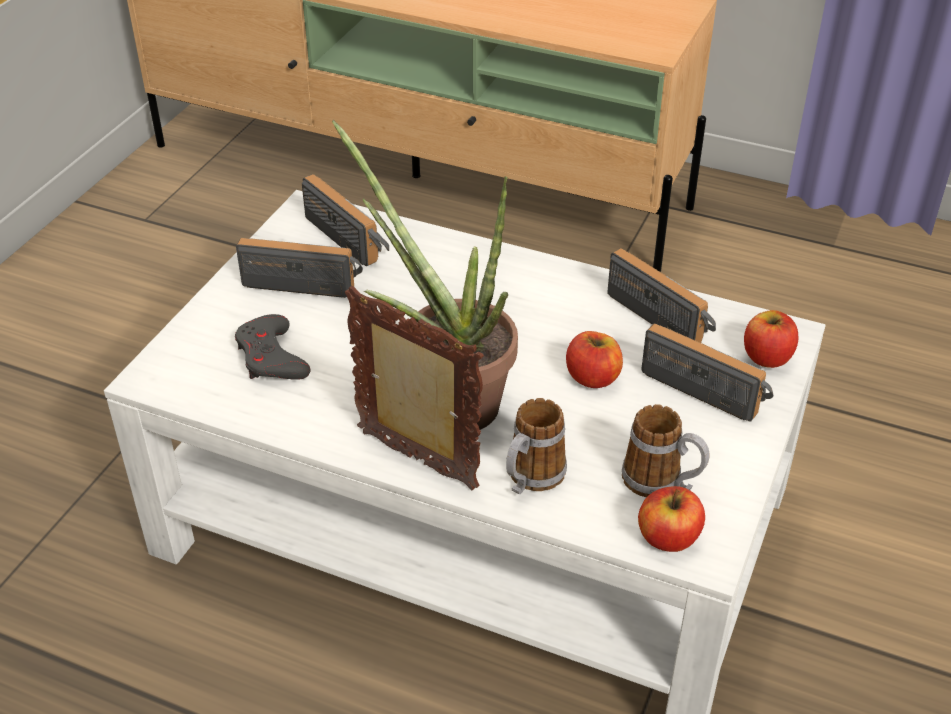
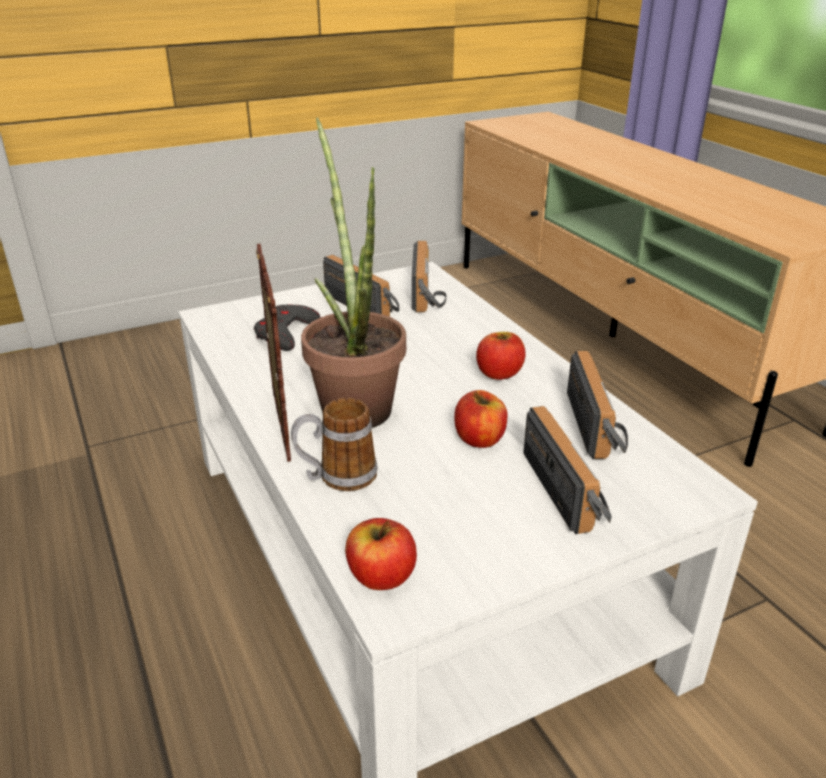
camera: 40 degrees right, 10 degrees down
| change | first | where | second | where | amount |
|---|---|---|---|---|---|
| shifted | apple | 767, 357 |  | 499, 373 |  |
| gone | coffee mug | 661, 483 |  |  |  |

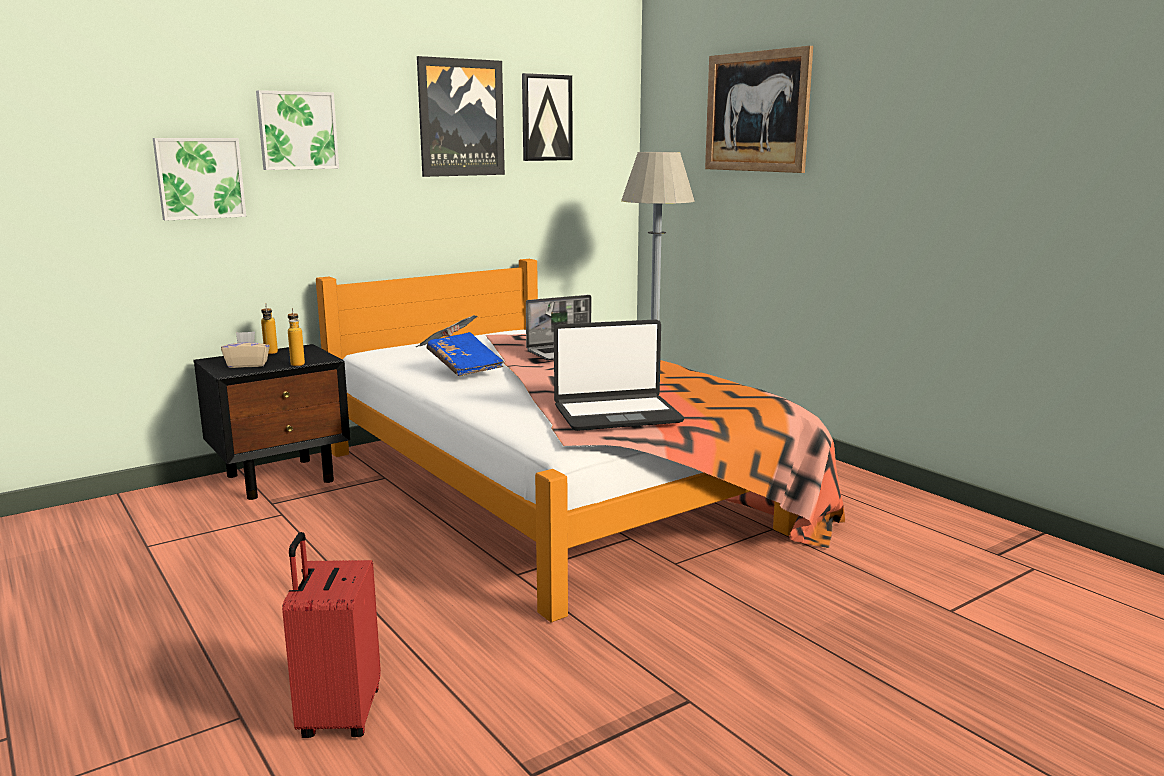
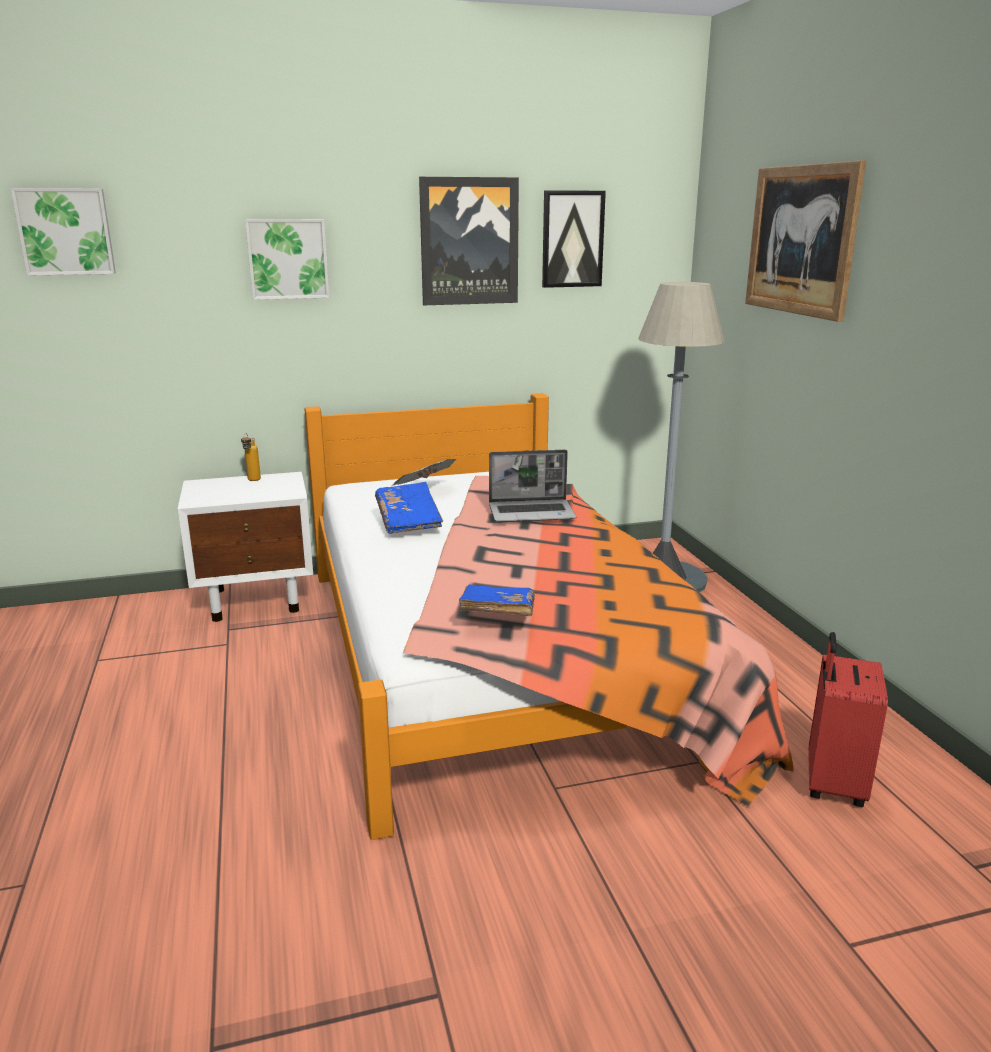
camera: 20 degrees right, 5 degrees up
| change | first | where | second | where | amount |
|---|---|---|---|---|---|
| shifted | wall art | 199, 178 |  | 65, 231 |  |
| repainted | bedside table/black-coloured | 281, 478 | bedside table/white-coloured | 257, 600 |  |
| swapped | portable computer | 617, 414 | book/bluish | 497, 615 |  |
| shifted | suitcase/red | 338, 715 |  | 832, 784 |  |
| gone | tissue box/sand-coloured | 247, 365 |  |  |  |
| gone | drink bottle | 297, 363 |  |  |  |

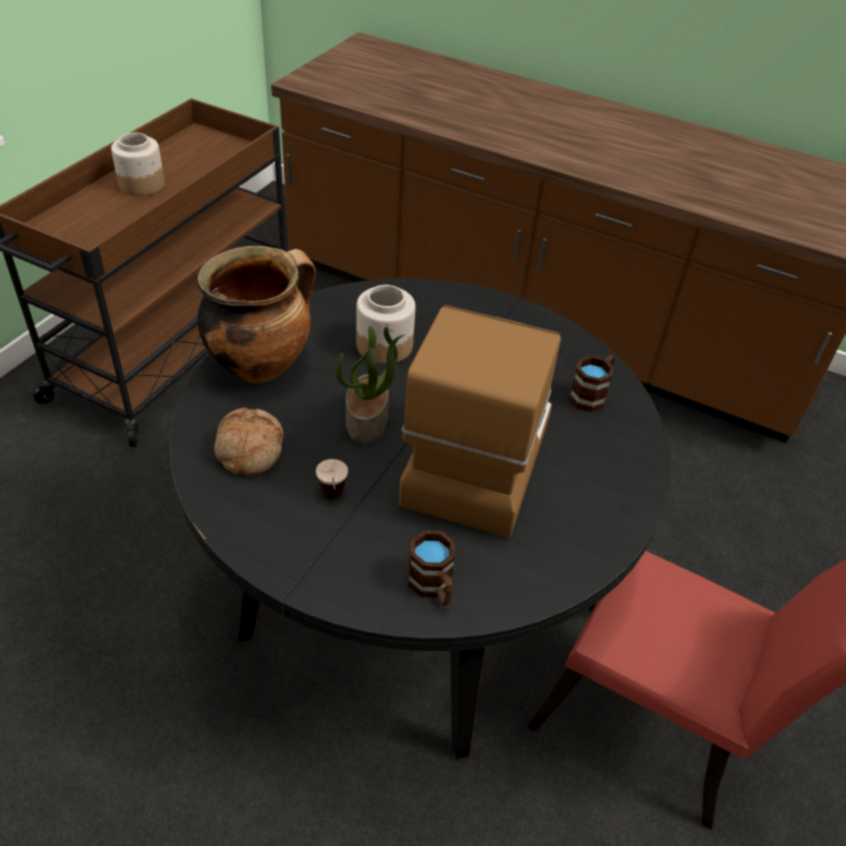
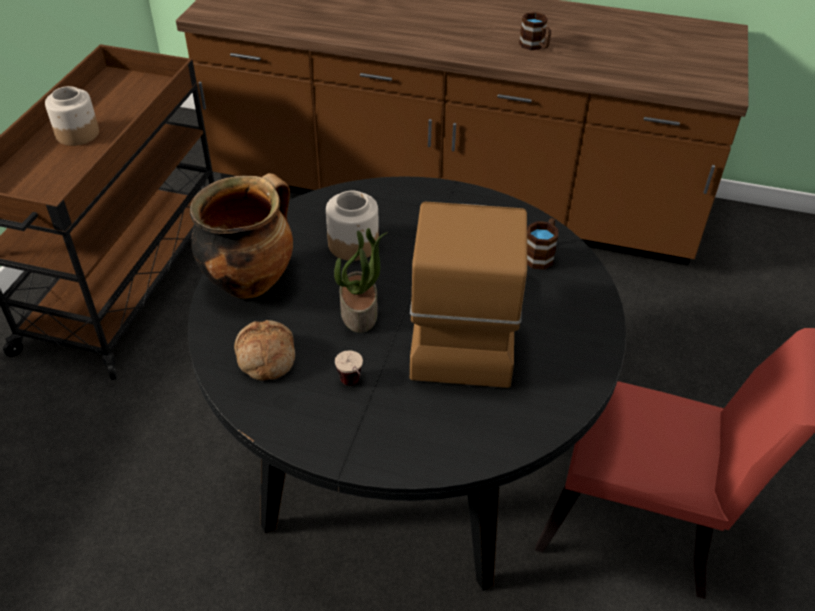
camera: 10 degrees left, 0 degrees up
| change | first | where | second | where | amount |
|---|---|---|---|---|---|
| shifted | coffee mug/brown | 433, 587 |  | 535, 46 |  |

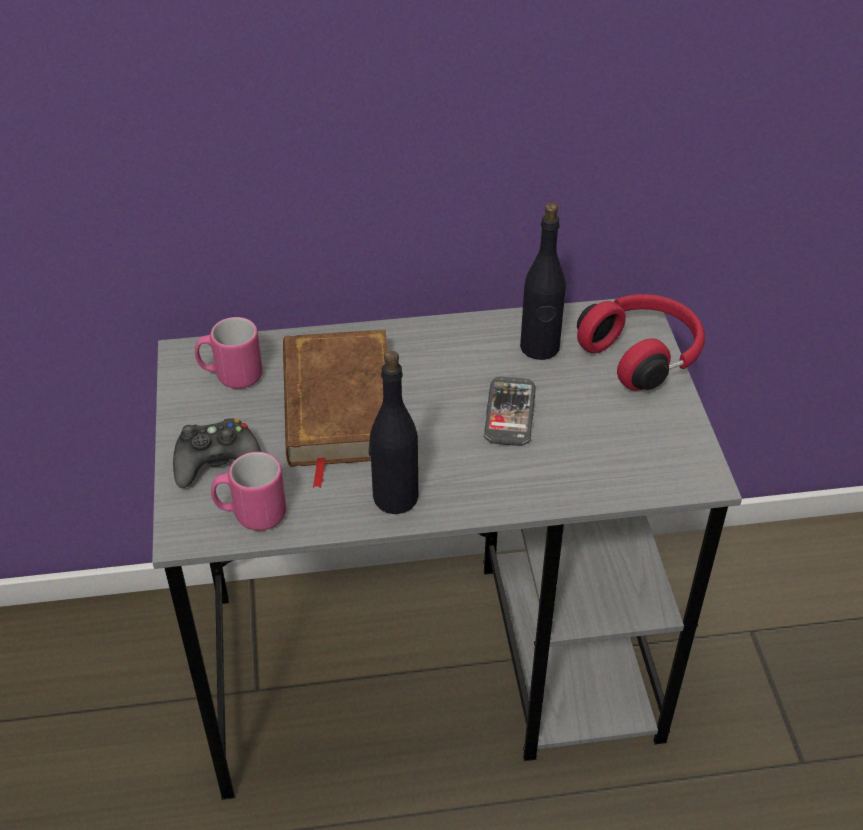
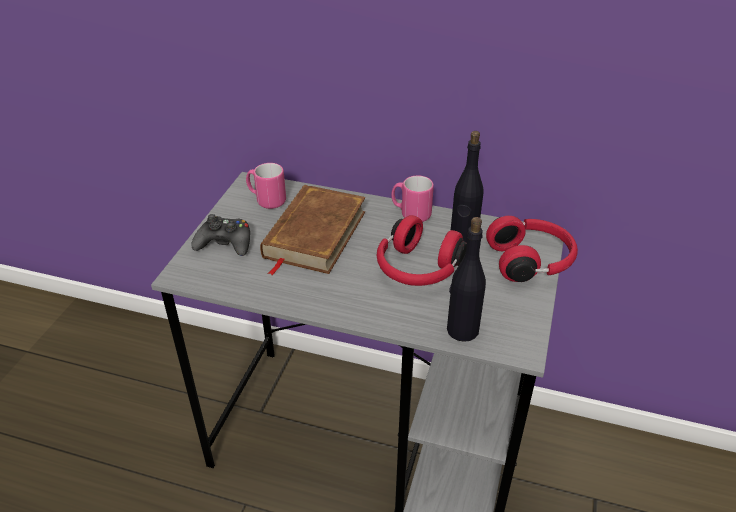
camera: 25 degrees right, 5 degrees down
| change | first | where | second | where | amount |
|---|---|---|---|---|---|
| swapped | phone | 510, 413 | headset/red | 417, 269 |  |
| shifted | coffee mug/pink | 251, 514 |  | 410, 214 |  |
| shifted | drink bottle/black-coloured | 395, 497 |  | 462, 330 |  |

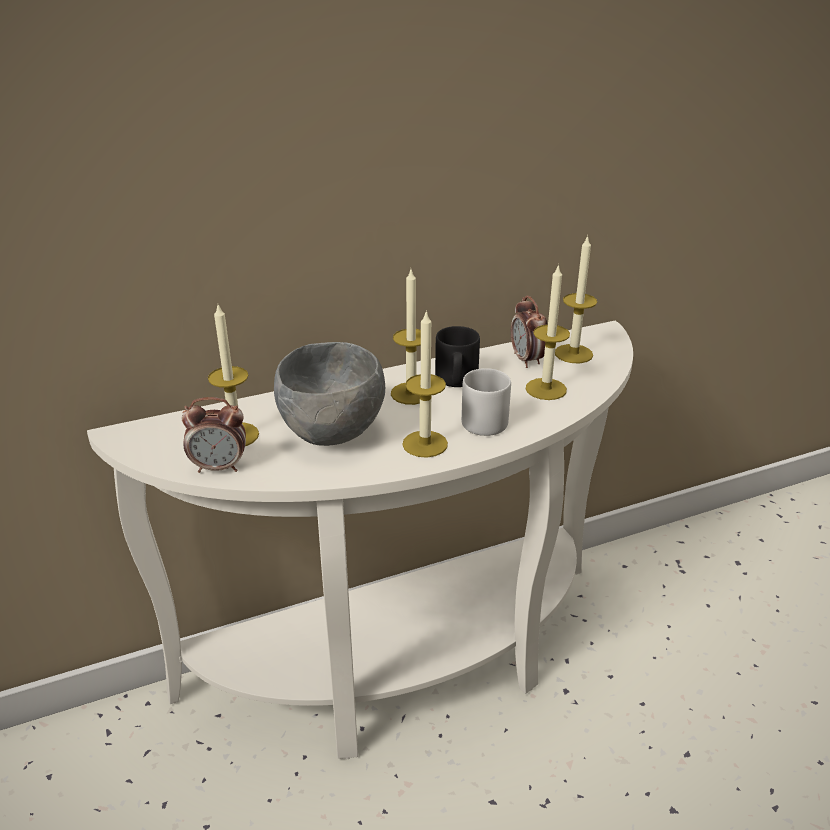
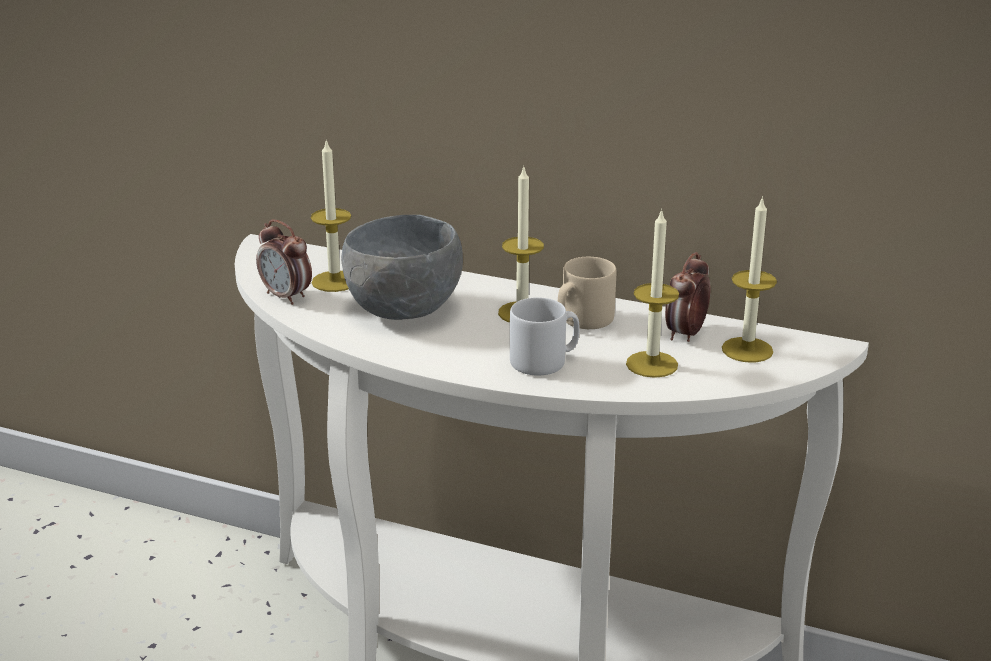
camera: 45 degrees right, 5 degrees down
| change | first | where | second | where | amount |
|---|---|---|---|---|---|
| repainted | coffee mug/black-coloured | 456, 380 | coffee mug/sand-coloured | 582, 320 |  |
| gone | candle | 425, 444 |  |  |  |

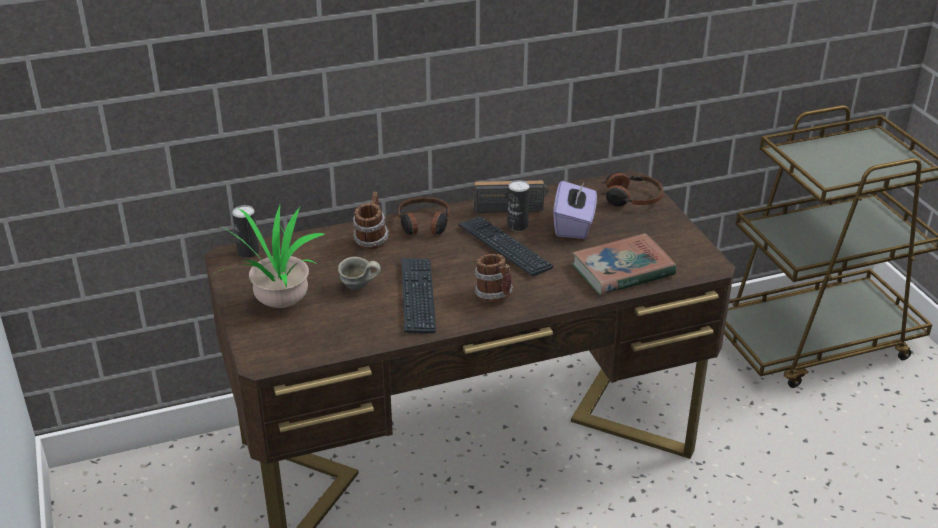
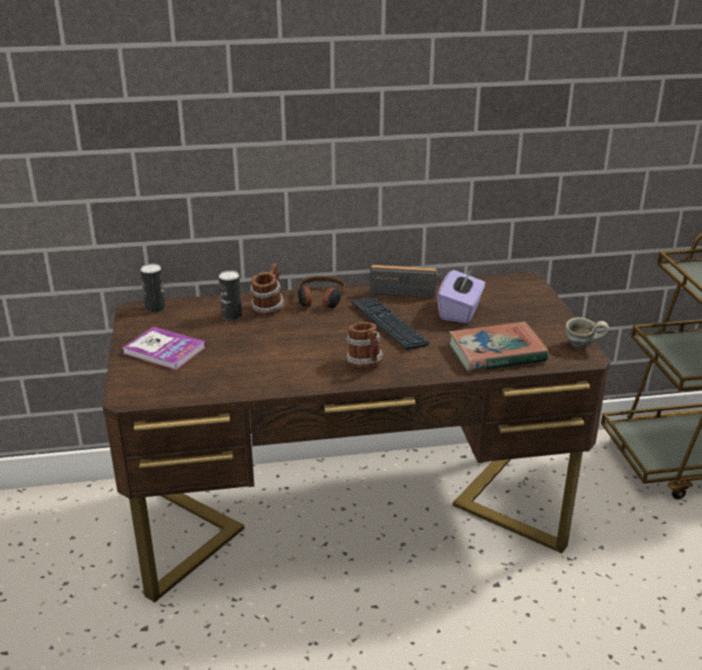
camera: 10 degrees right, 5 degrees down
| change | first | where | second | where | amount |
|---|---|---|---|---|---|
| swapped | plant in a pot | 278, 302 | book | 164, 350 |  |
| shifted | metal can | 517, 226 |  | 231, 316 |  |
| shifted | coffee mug/gray | 358, 288 |  | 581, 347 |  |
| gone | keyboard | 417, 296 |  |  |  |
| gone | headset | 630, 198 |  |  |  |

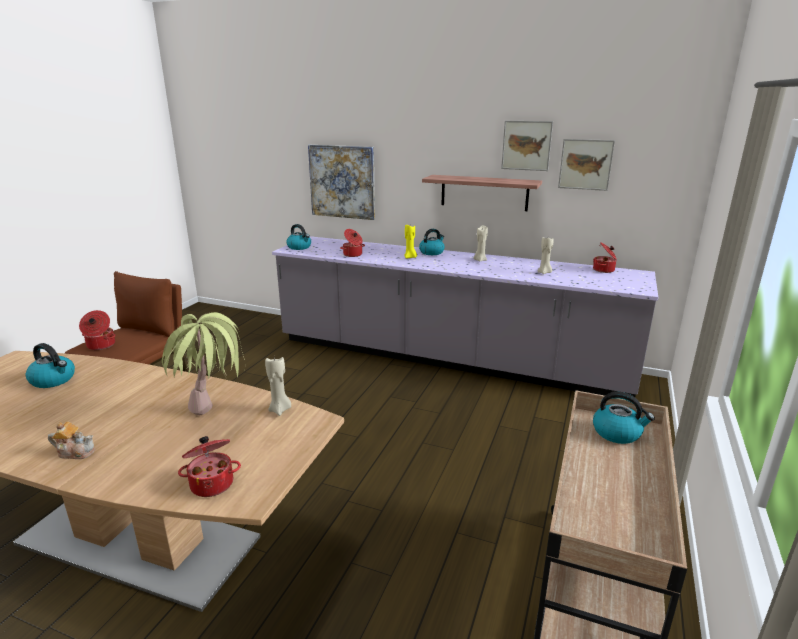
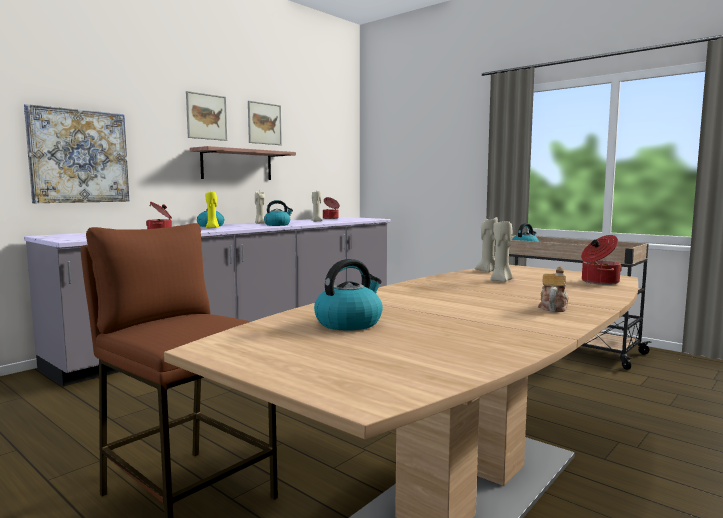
camera: 70 degrees left, 15 degrees down
| change | first | where | second | where | amount |
|---|---|---|---|---|---|
| shifted | wall art | 585, 164 |  | 206, 116 |  |
| shifted | kettle | 299, 247 |  | 278, 225 |  |
| swapped | plant in a pot | 215, 421 | candle/sand-coloured | 501, 281 |  |
| gone | stockpot | 100, 345 |  |  |  |

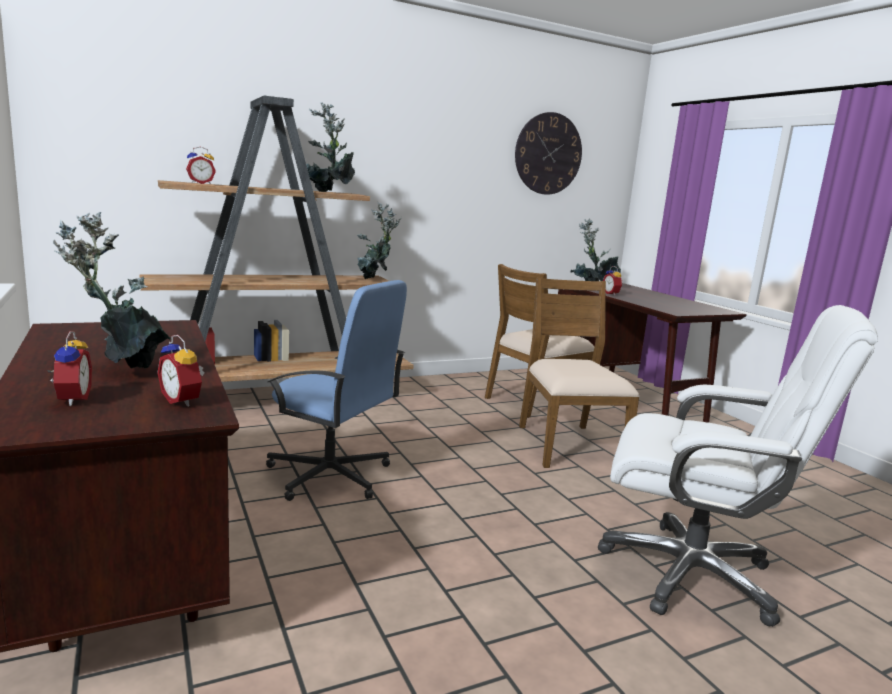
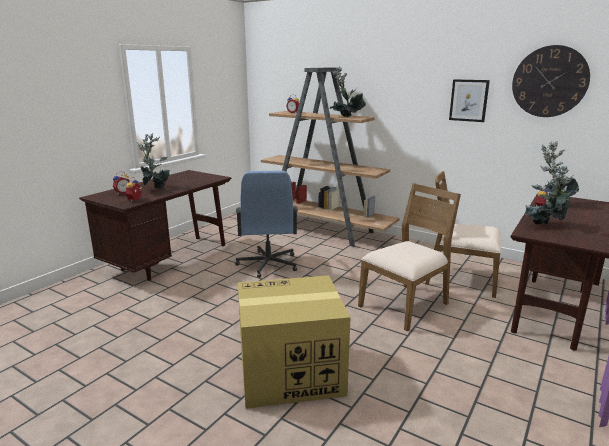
camera: 60 degrees right, 5 degrees up
| change | first | where | second | where | amount |
|---|---|---|---|---|---|
| swapped | desk chair/white-coloured | 691, 574 | packing box | 289, 373 |  |
| new |  |  | wall art | 468, 100 |  |
| shifted | plant in a pot | 374, 280 |  | 545, 226 |  |

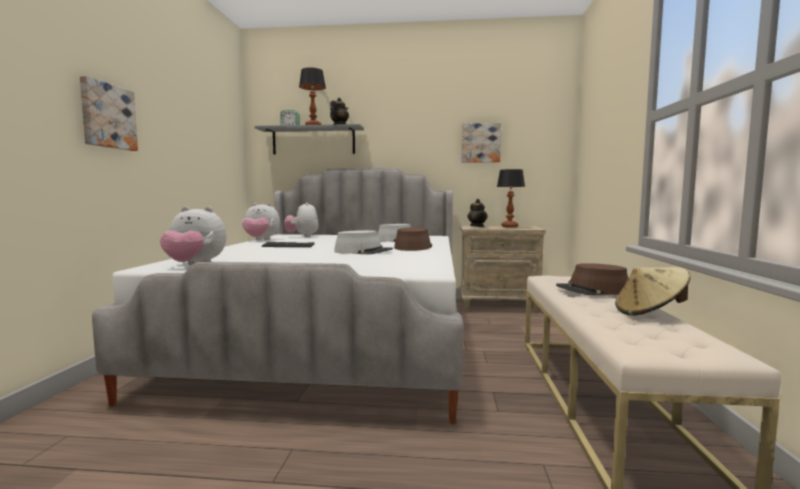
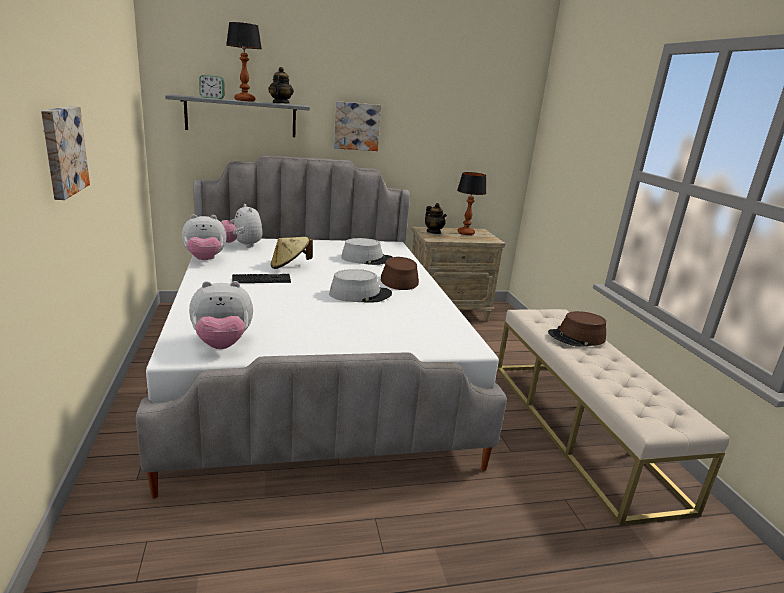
camera: 20 degrees left, 15 degrees up
| change | first | where | second | where | amount |
|---|---|---|---|---|---|
| shifted | hat/sand-coloured | 650, 313 |  | 289, 266 |  |
| shifted | wall art | 480, 143 |  | 356, 126 |  |

